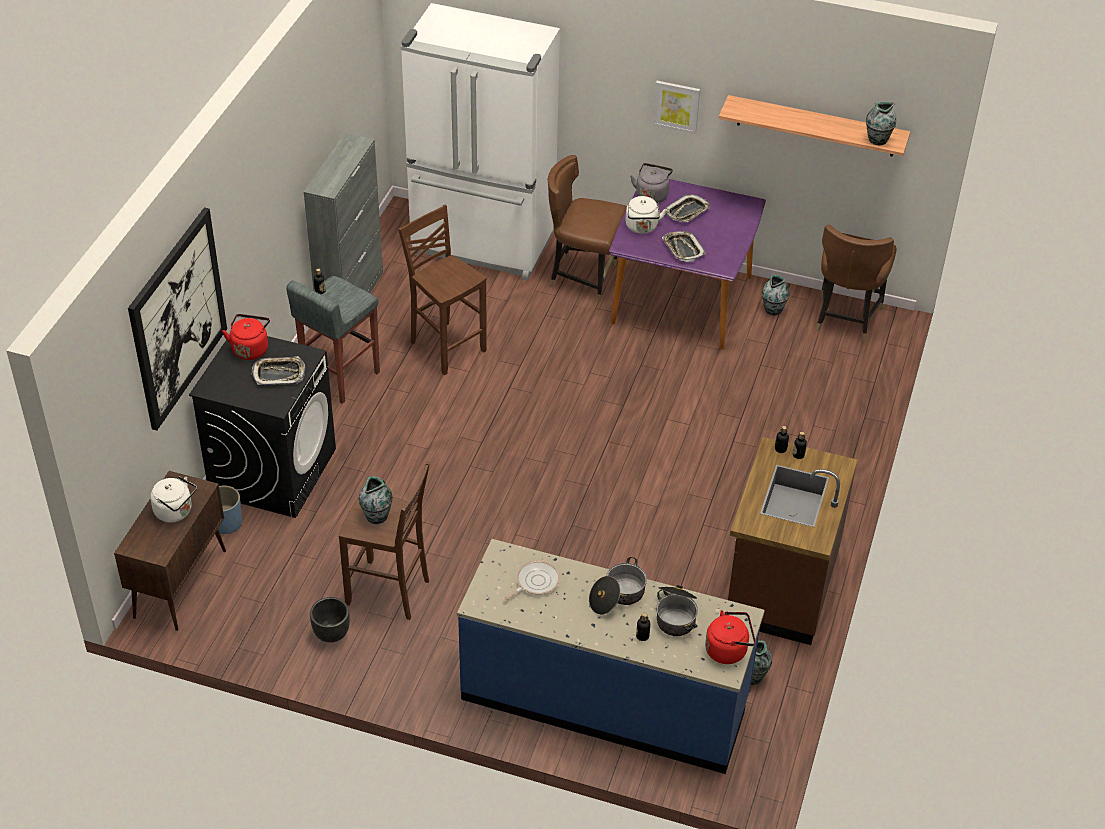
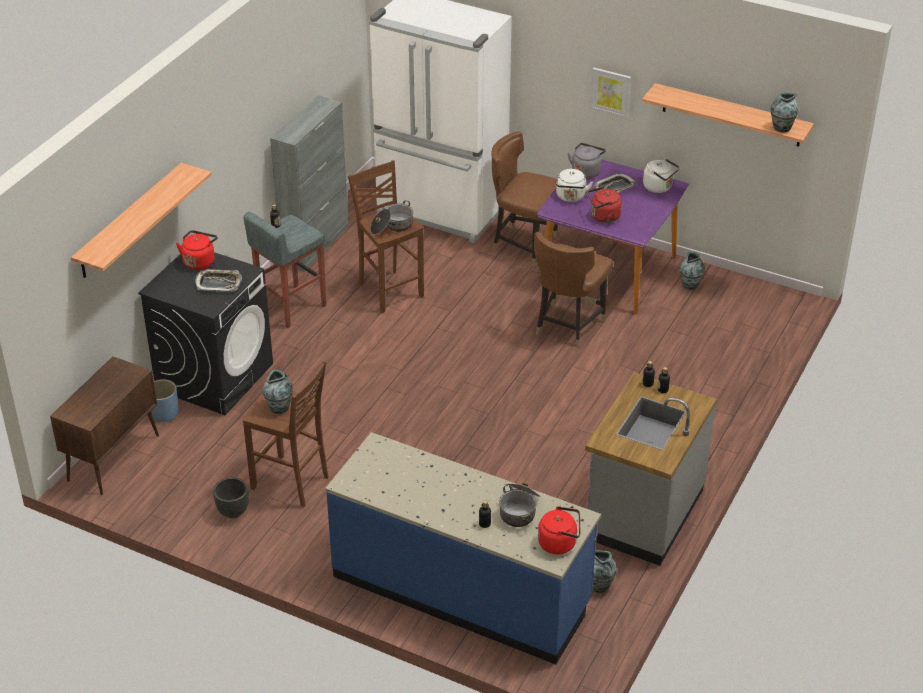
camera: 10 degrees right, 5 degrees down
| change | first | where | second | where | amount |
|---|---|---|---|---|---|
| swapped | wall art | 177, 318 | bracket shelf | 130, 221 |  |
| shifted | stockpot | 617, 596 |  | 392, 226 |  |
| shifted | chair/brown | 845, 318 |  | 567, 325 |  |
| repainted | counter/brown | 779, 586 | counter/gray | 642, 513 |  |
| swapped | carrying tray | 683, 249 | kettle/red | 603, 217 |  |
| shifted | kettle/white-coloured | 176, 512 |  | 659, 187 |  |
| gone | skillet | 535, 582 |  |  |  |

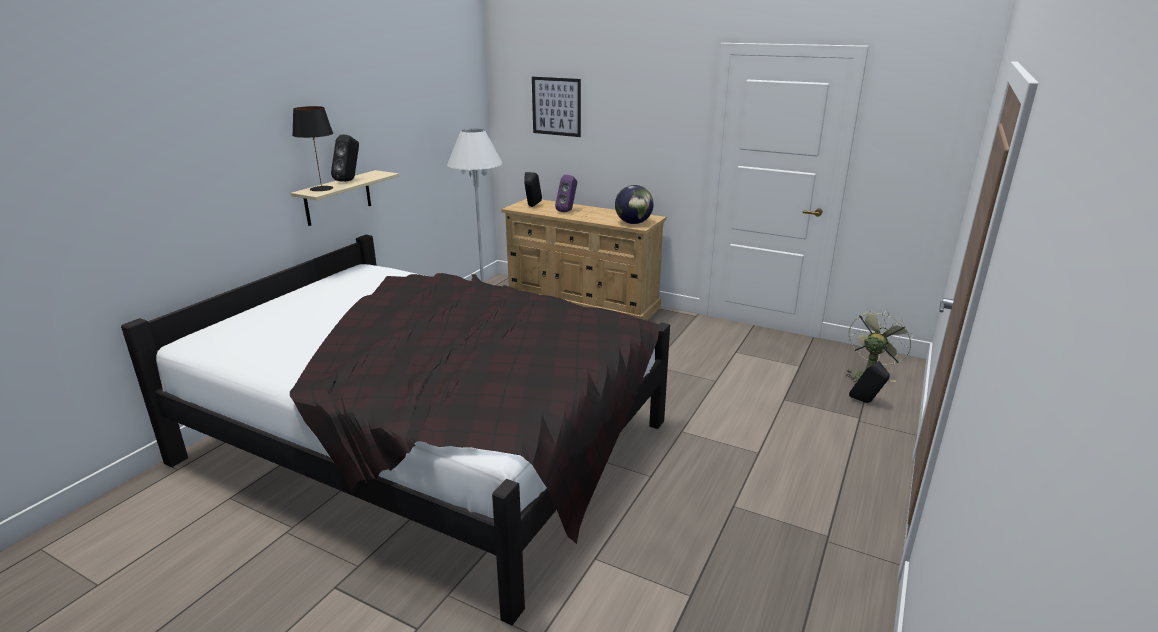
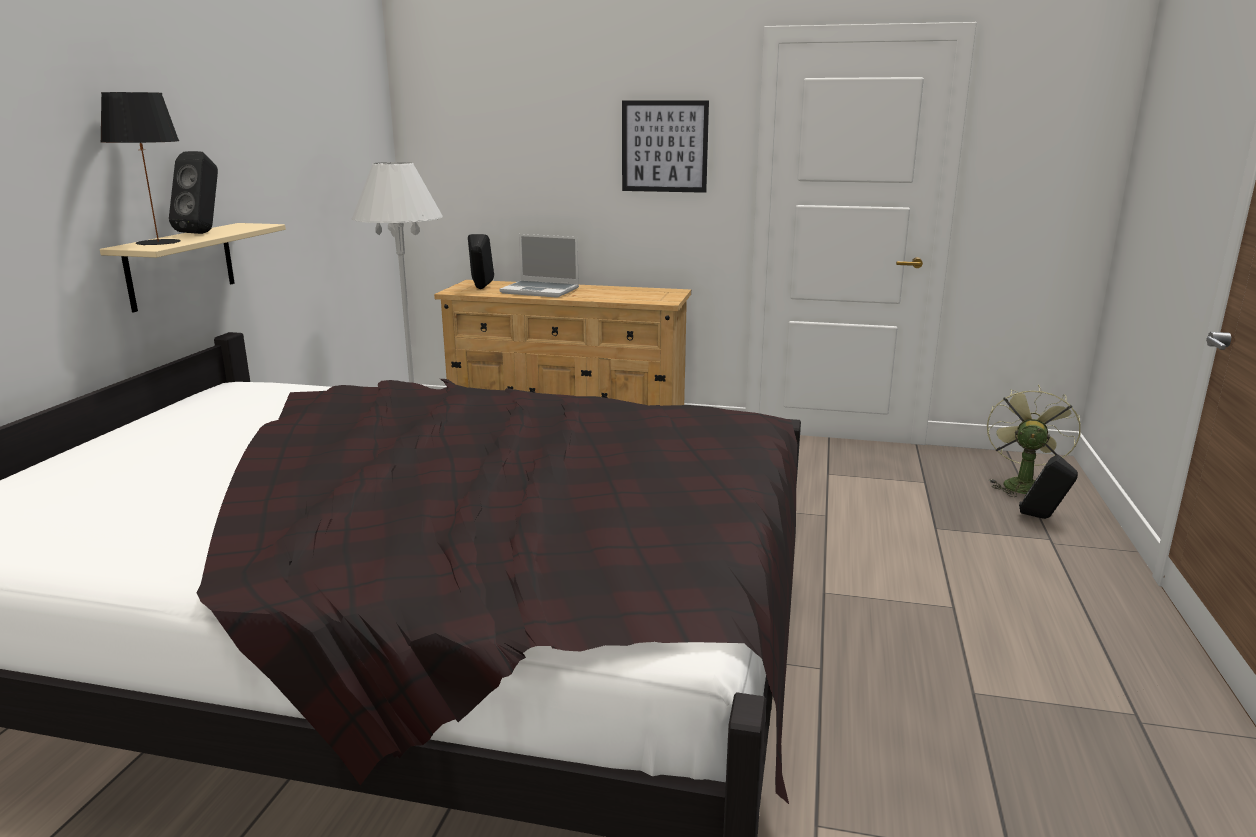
camera: 15 degrees left, 5 degrees down
| change | first | where | second | where | amount |
|---|---|---|---|---|---|
| swapped | loudspeaker/purplish | 568, 211 | portable computer | 541, 291 |  |
| shifted | wall art | 556, 106 |  | 664, 146 |  |
| gone | world globe | 633, 223 |  |  |  |

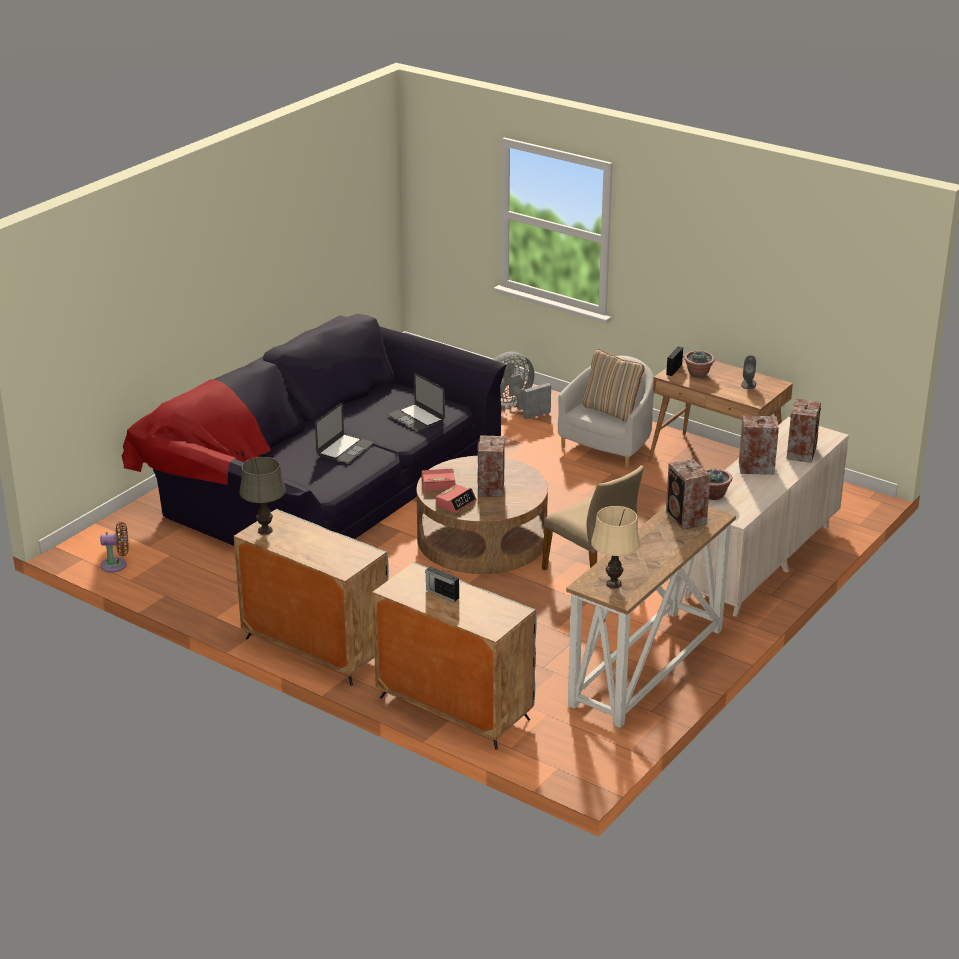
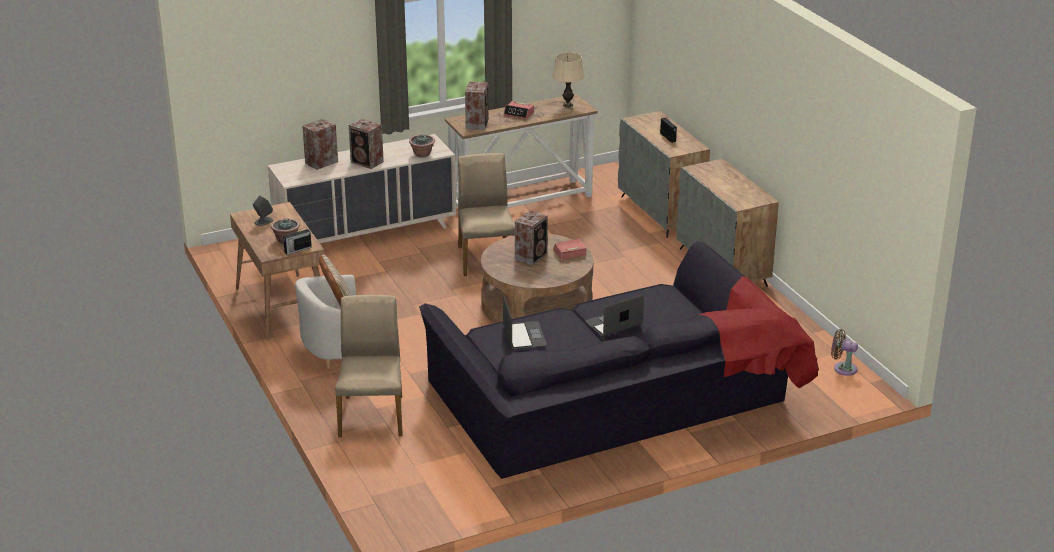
camera: 150 degrees left, 0 degrees up
| change | first | where | second | where | amount |
|---|---|---|---|---|---|
| swapped | electric fan/gray | 514, 408 | chair/sand-coloured | 372, 415 |  |
| shifted | table clock | 438, 484 |  | 519, 114 |  |
| gone | table lamp/gray | 265, 530 |  |  |  |

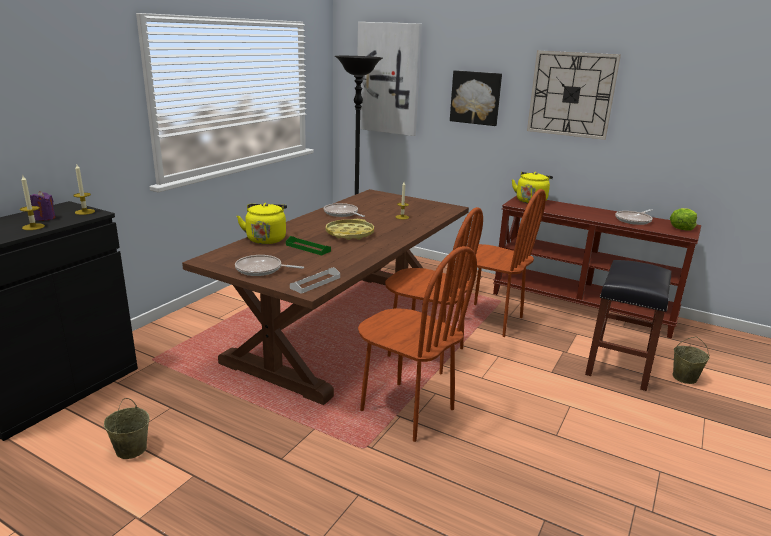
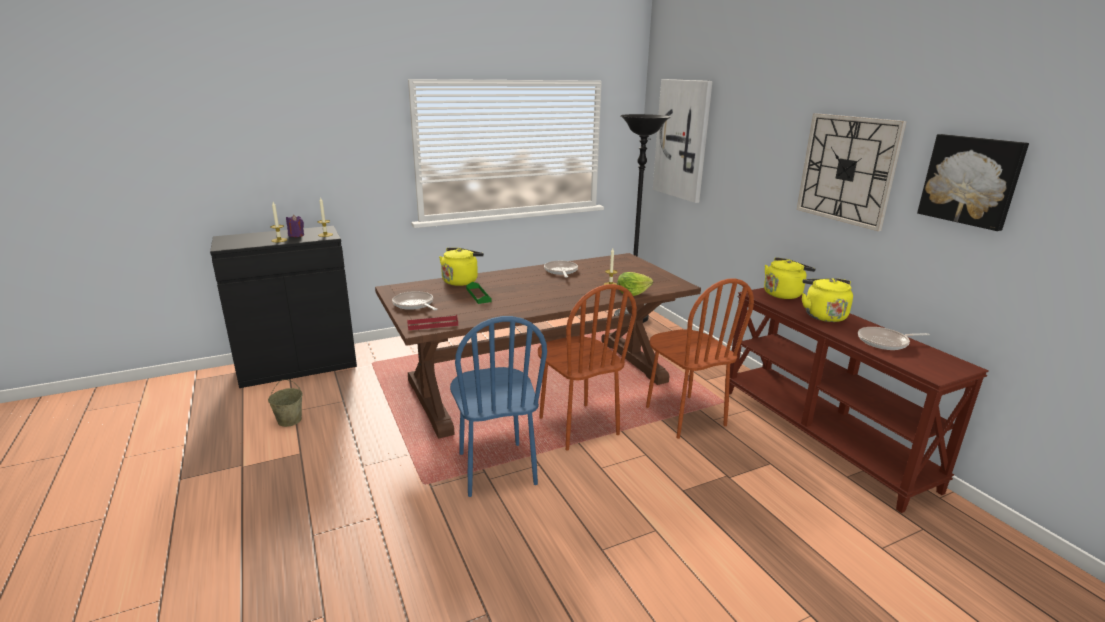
camera: 35 degrees right, 0 degrees up
| change | first | where | second | where | amount |
|---|---|---|---|---|---|
| repainted | carrying tray/white-coloured | 315, 283 | carrying tray/red | 432, 324 |  |
| repainted | chair/brown | 406, 410 | chair/bluish | 496, 469 |  |
| shifted | head of lettuce | 682, 227 |  | 632, 293 |  |
| new |  |  | kettle/yellow-coloured | 823, 315 |  |
| shifted | wall art | 476, 97 |  | 971, 180 |  |
| gone | carrying tray/yellow-coloured | 350, 234 |  |  |  |
| gone | stool/black-coloured | 618, 364 |  |  |  |
| gone | water bucket/sand-coloured | 684, 378 |  |  |  |

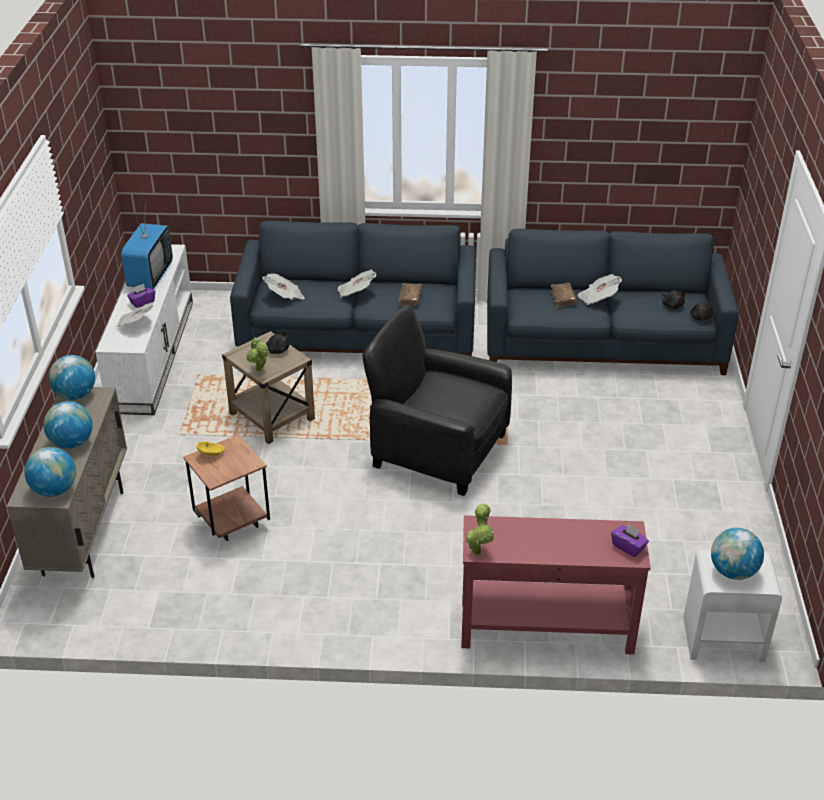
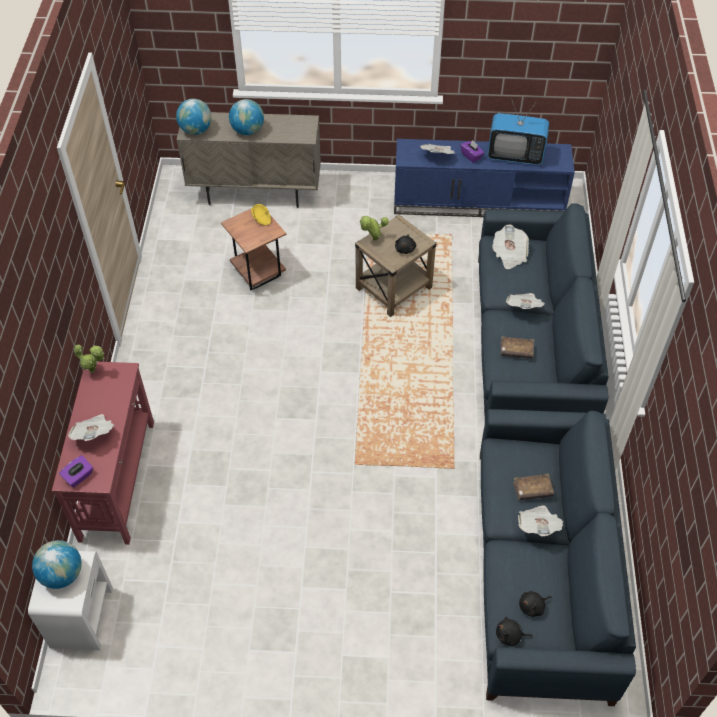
camera: 90 degrees right, 15 degrees up
| change | first | where | second | where | amount |
|---|---|---|---|---|---|
| new |  |  | printed paper | 94, 434 |  |
| repainted | tv unit/white-coloured | 152, 354 | tv unit/bluish | 479, 202 |  |
| gone | world globe | 75, 395 |  |  |  |
| gone | lounge chair/black-coloured | 437, 450 |  |  |  |

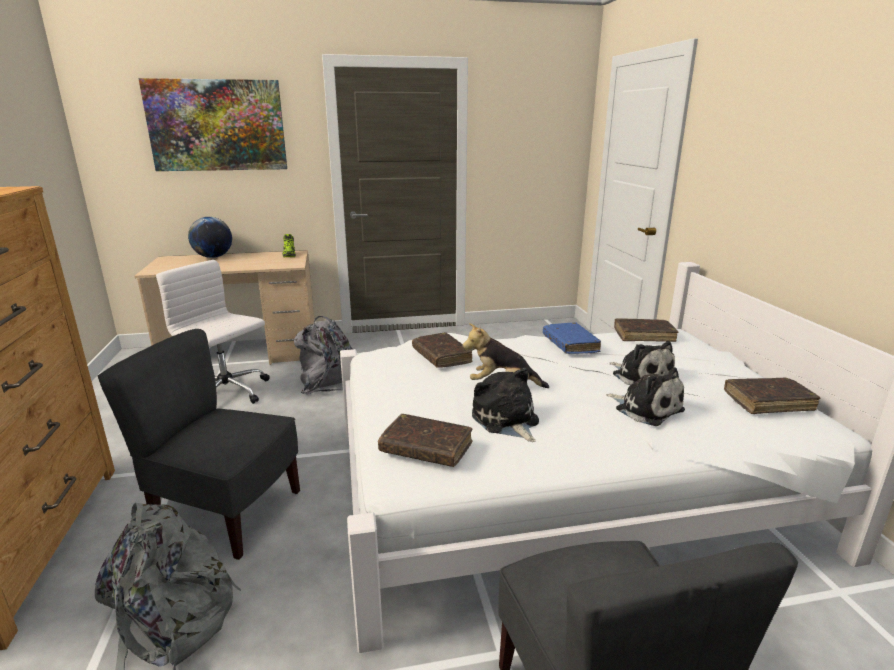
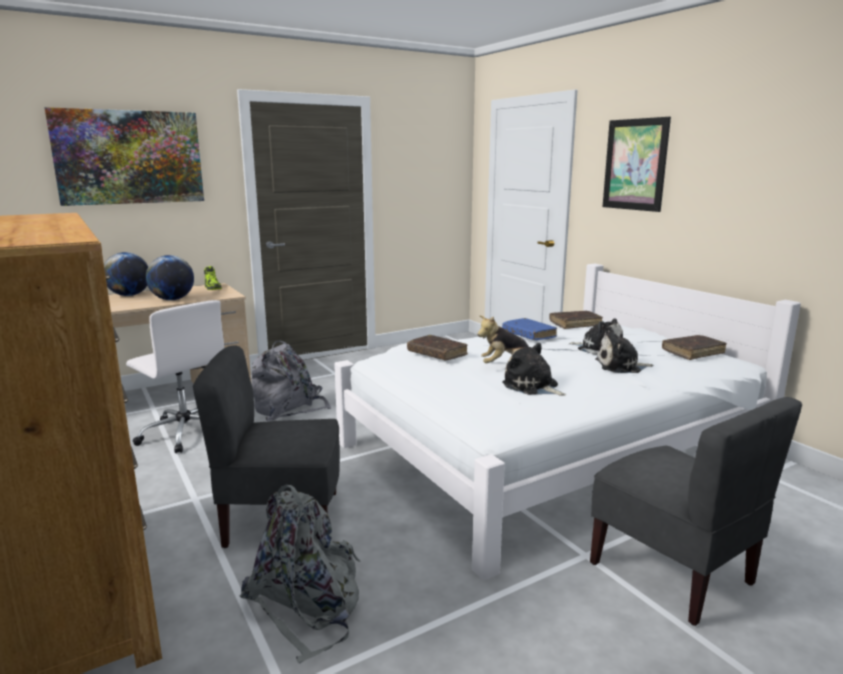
camera: 20 degrees left, 5 degrees down
| change | first | where | second | where | amount |
|---|---|---|---|---|---|
| rotated | desk chair/white-coloured | 228, 394 |  | 185, 432 | 150 degrees counterclockwise |
| new |  |  | world globe | 172, 299 |  |
| rotated | cuddly toy | 646, 409 |  | 621, 366 | 150 degrees clockwise |
| new |  |  | wall art | 635, 164 |  |
| gone | book/brown | 426, 448 |  |  |  |

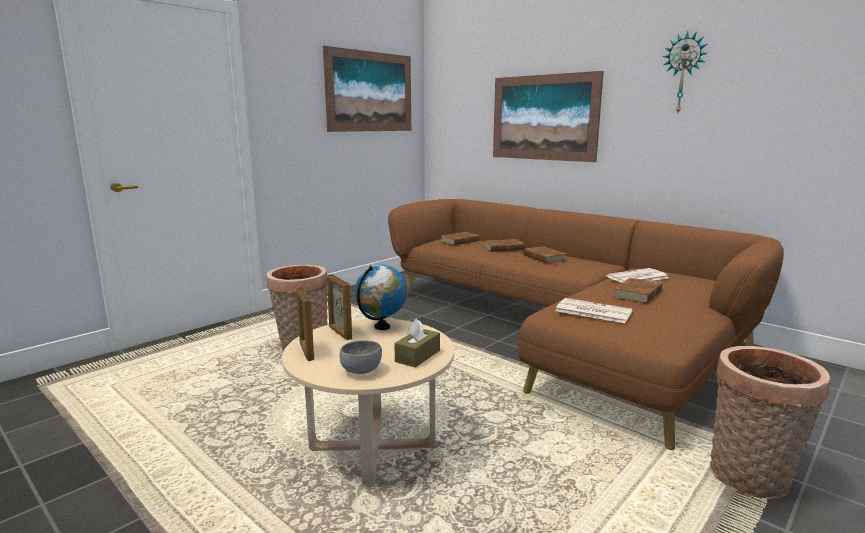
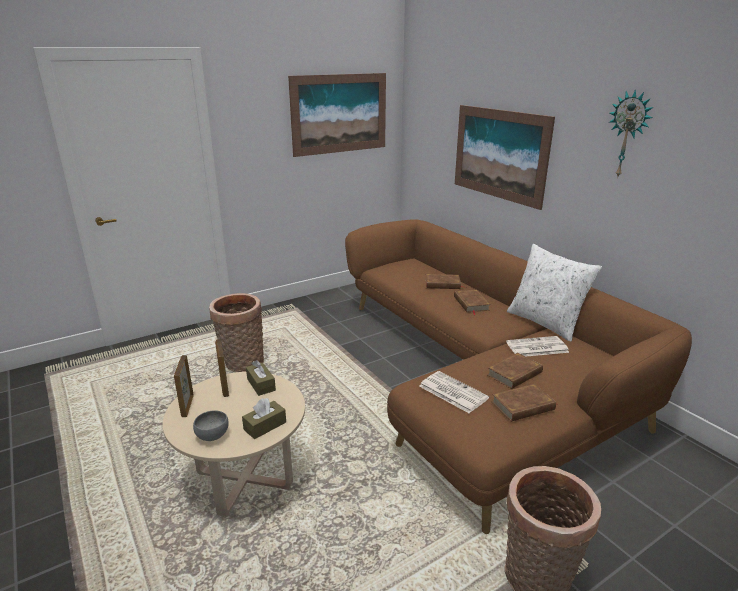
camera: 15 degrees right, 10 degrees up
| change | first | where | second | where | amount |
|---|---|---|---|---|---|
| swapped | world globe | 382, 327 | tissue box/brown | 261, 384 |  |
| shifted | book/brown | 460, 241 |  | 523, 406 |  |
| new |  |  | throw pillow/white-coloured | 545, 323 |  |

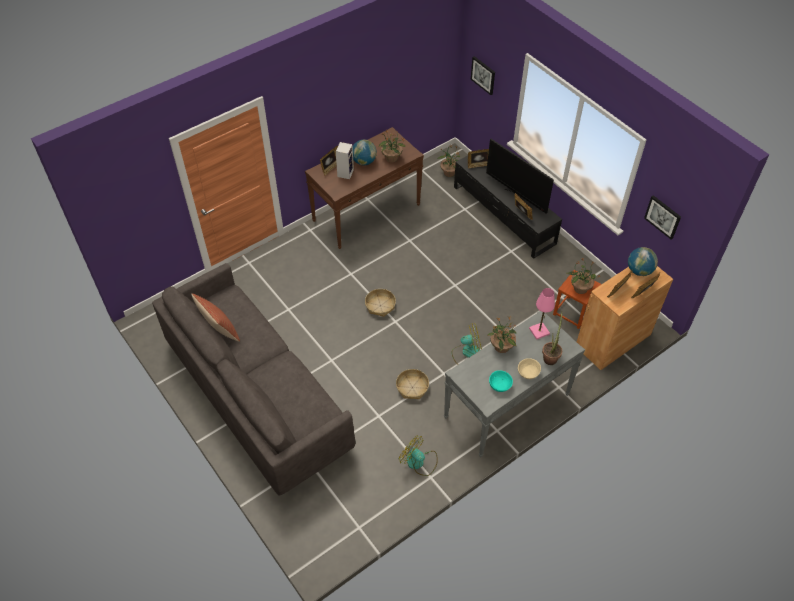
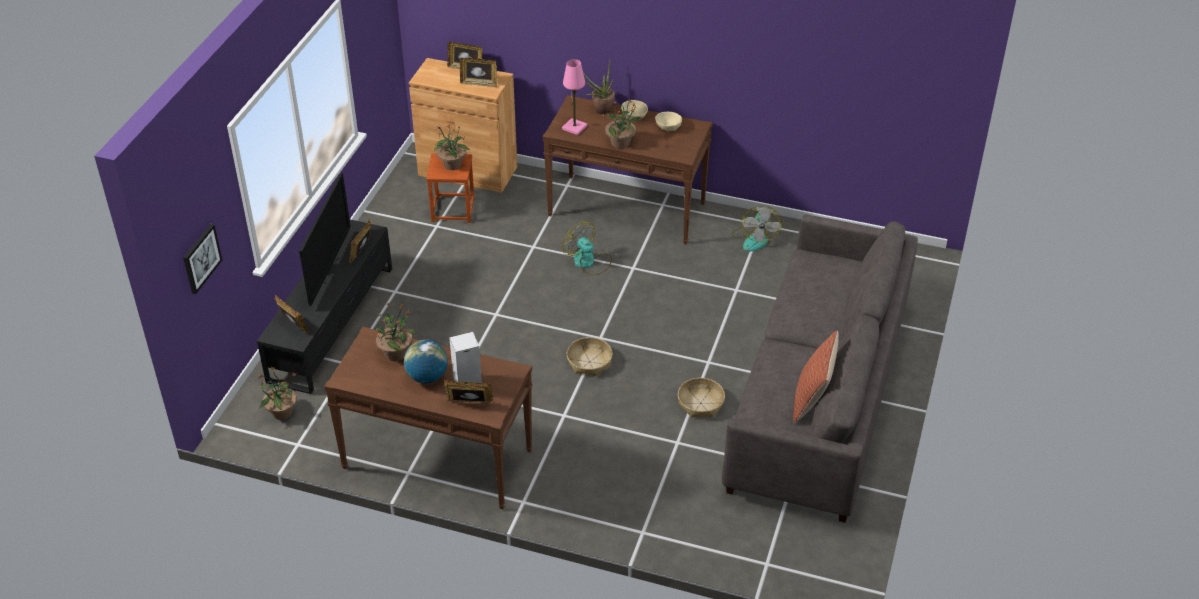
camera: 125 degrees left, 10 degrees down
| change | first | where | second | where | amount |
|---|---|---|---|---|---|
| repainted | console table/gray | 506, 406 | console table/brown | 627, 209 |  |
| repainted | bowl/turquoise | 499, 385 | bowl/sand-coloured | 668, 127 |  |
| shifted | storage basket | 412, 387 |  | 700, 403 |  |
| gone | world globe | 639, 270 |  |  |  |
| gone | wall art | 663, 216 |  |  |  |

